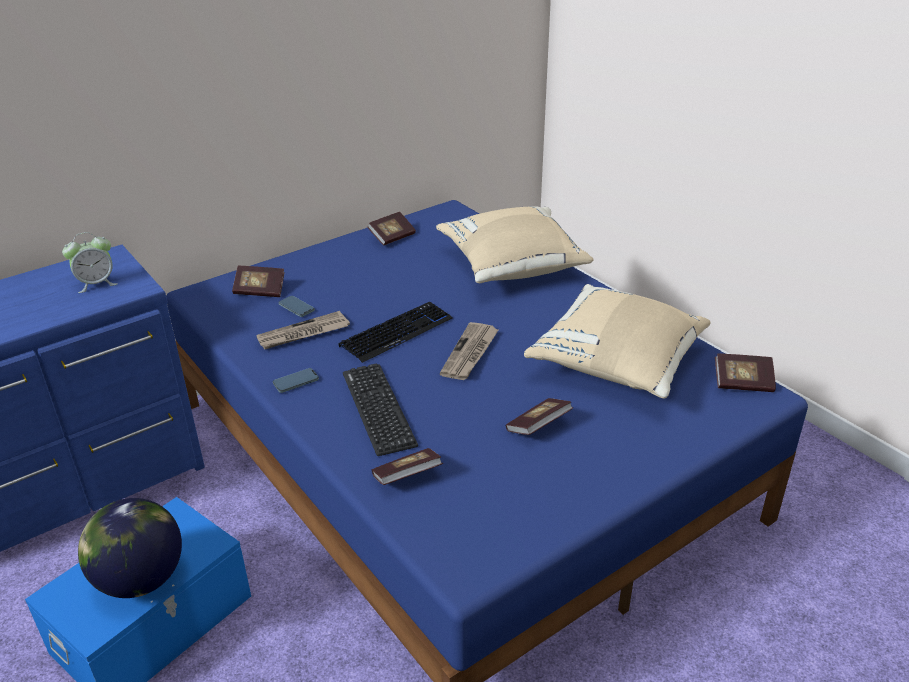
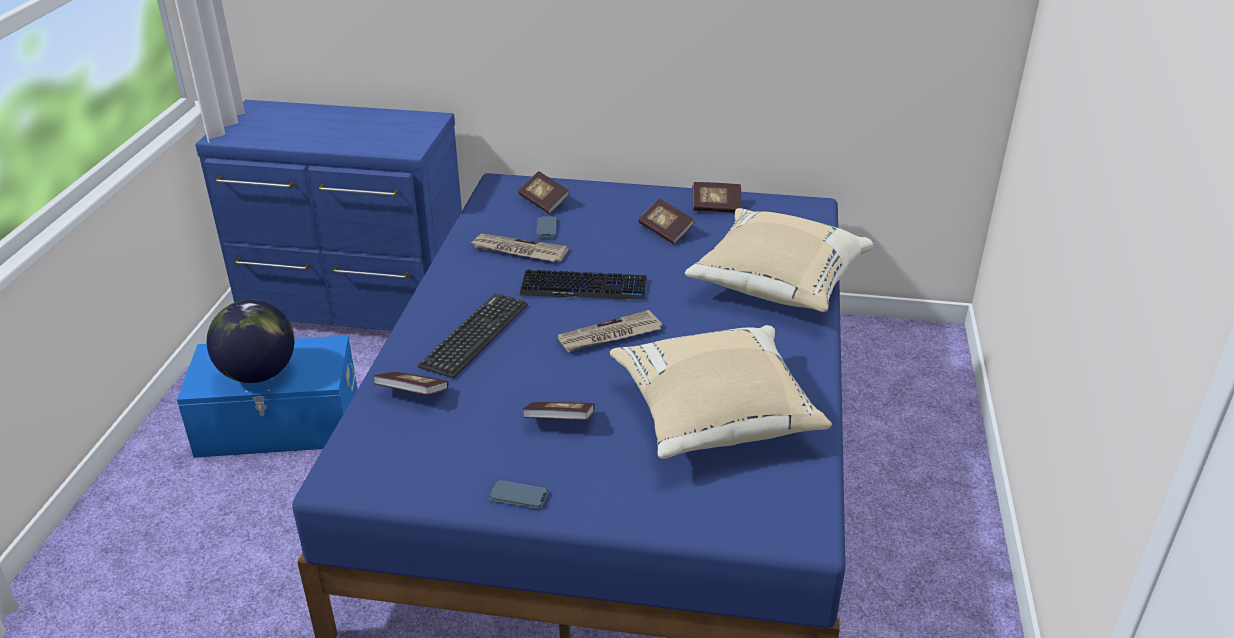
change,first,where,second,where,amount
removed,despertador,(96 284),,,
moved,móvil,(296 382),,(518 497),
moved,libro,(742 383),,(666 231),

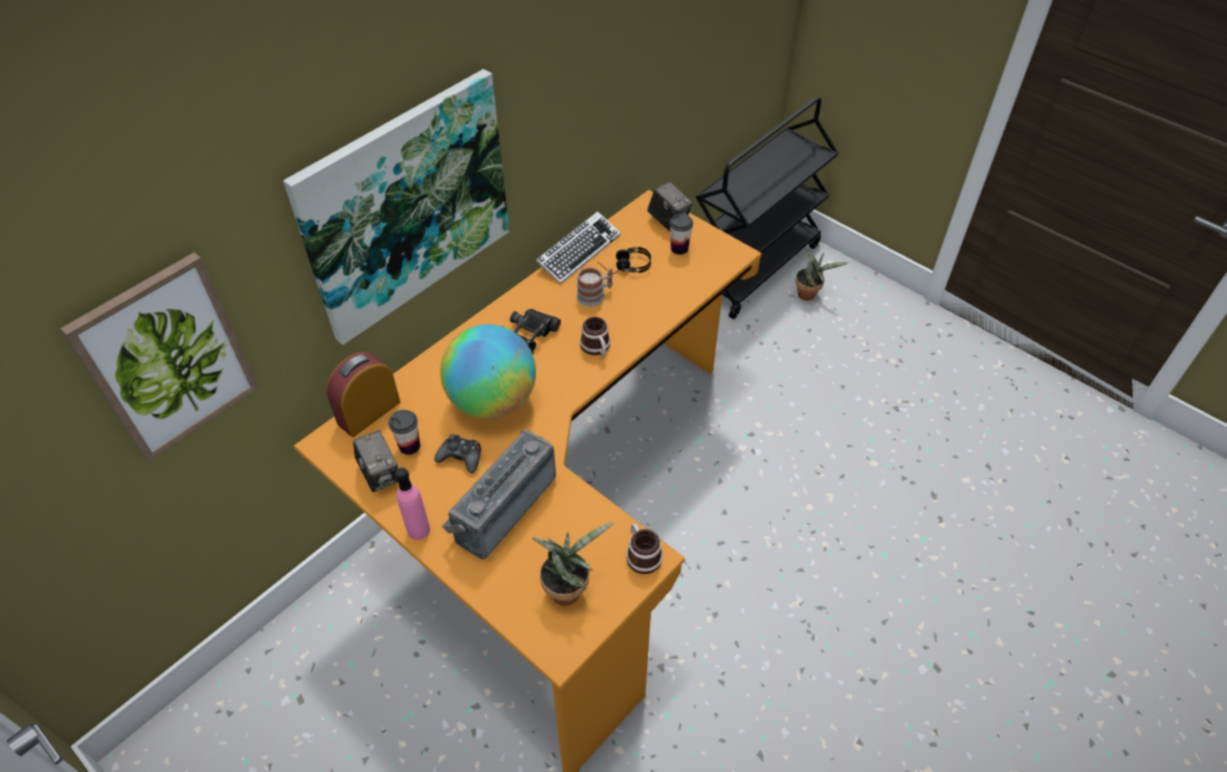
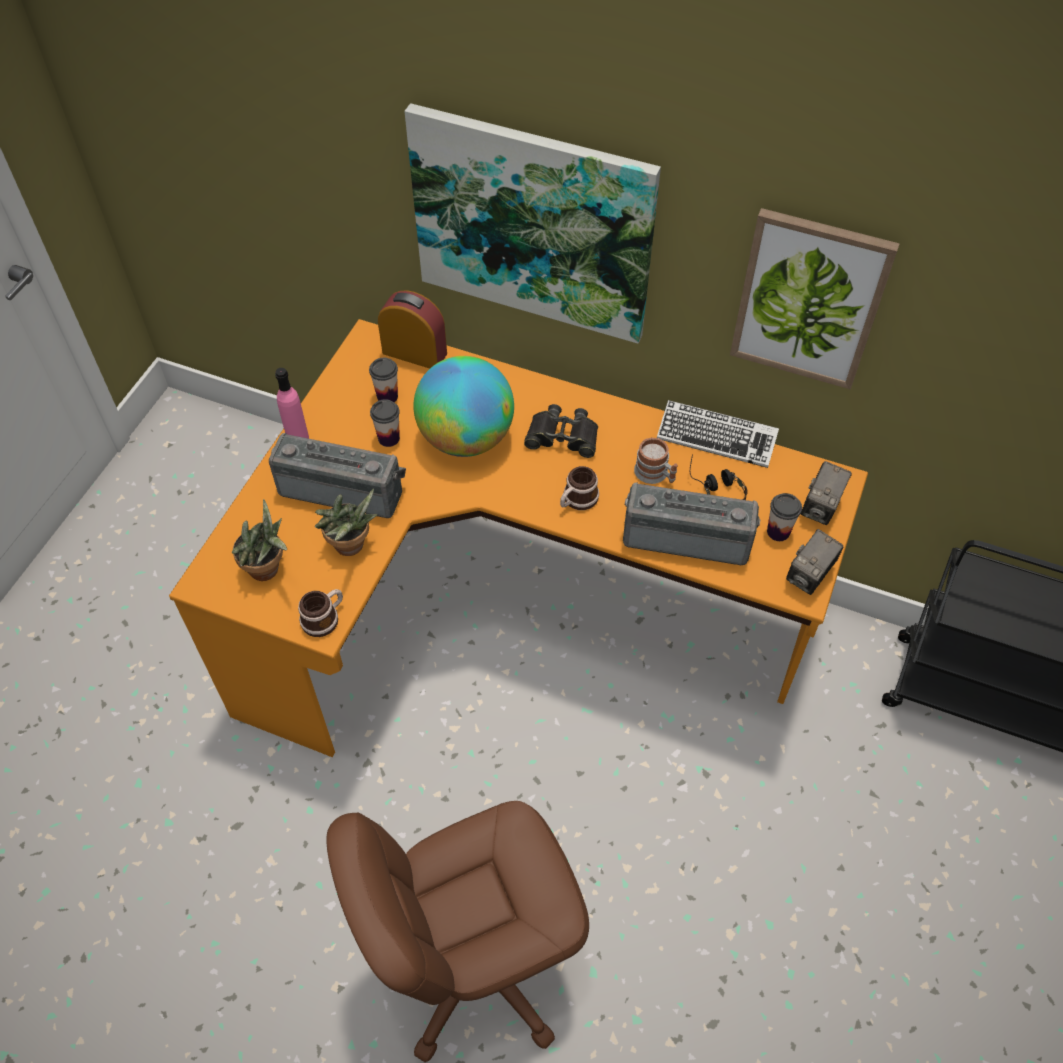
change,first,where,second,where,amount
moved,cuadro,(167 358),,(809 299),
moved,cámara,(380 474),,(809 576),
replaced,mando de consola [negro],(461 457),taza,(389 438),
moved,planta en maceta,(809 294),,(351 548),
added,,,silla de oficina [marrón],(477 961),
added,,,radio,(687 536),

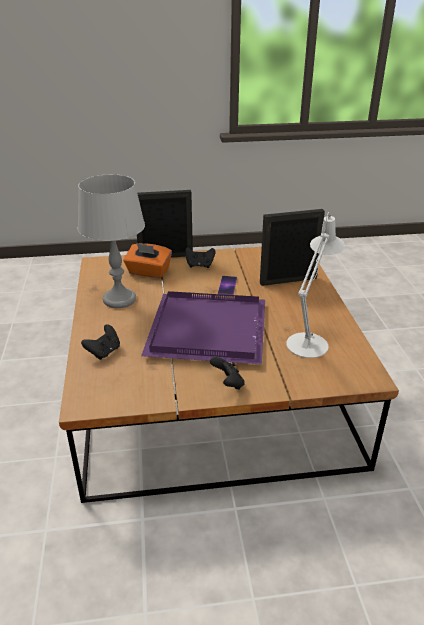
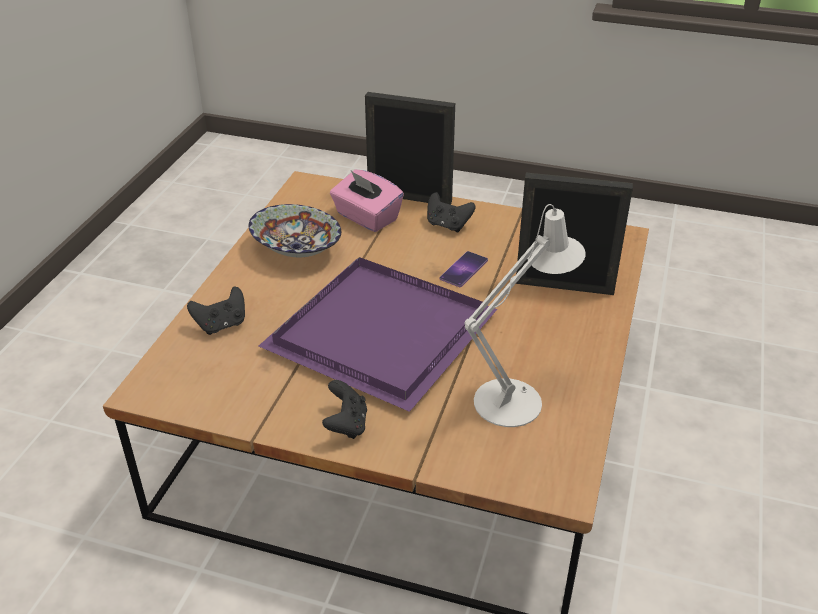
change,first,where,second,where,amount
replaced,lámpara de mesa [gris],(119 299),cuenco,(296 251),
recoloured,caja de pañuelos [naranja],(148 272),caja de pañuelos [rosa],(366 217),

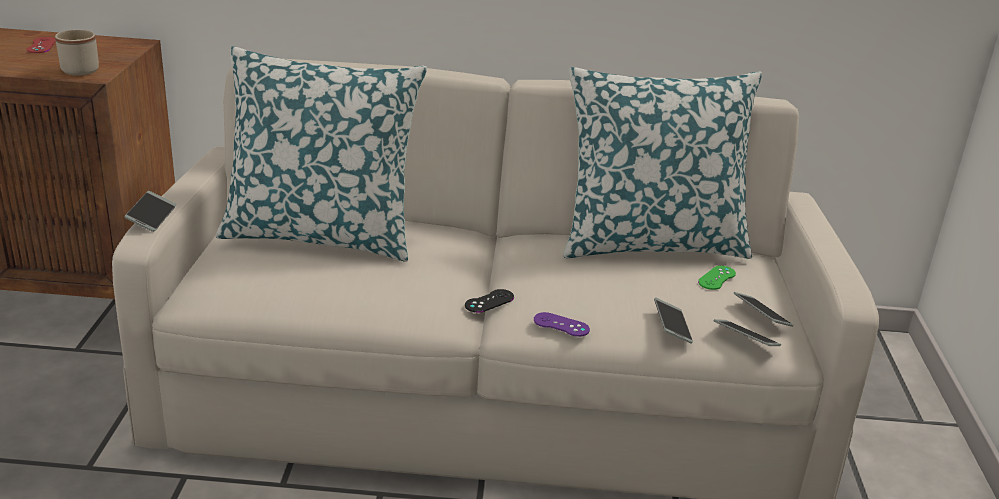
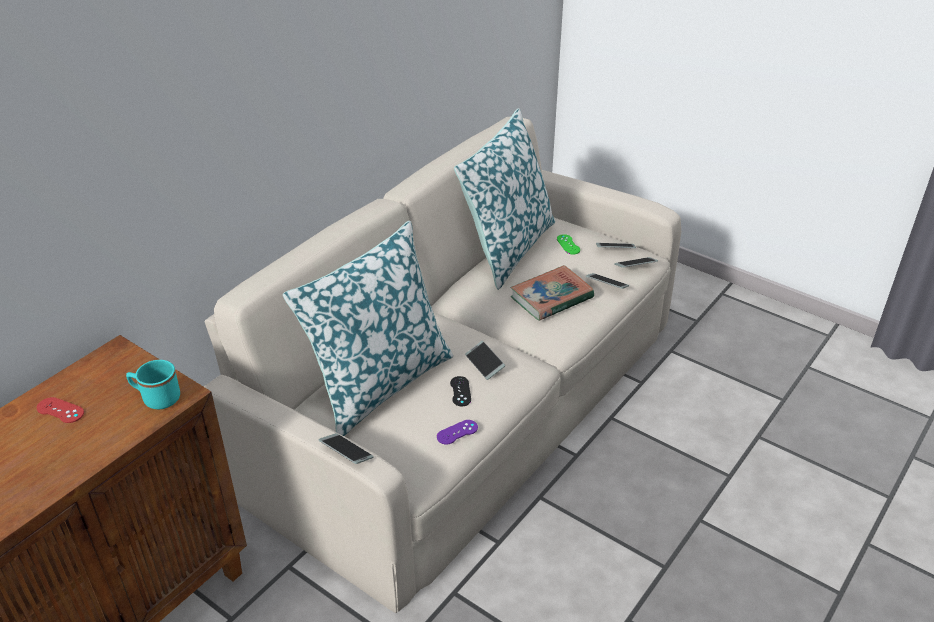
change,first,where,second,where,amount
recoloured,taza grande [beis],(79 69),taza grande [turquesa],(156 398),
moved,mando de consola [negro],(489 301),,(460 391),
moved,mando de consola [morado],(561 325),,(457 432),
added,,,móvil,(484 364),
added,,,libro,(551 297),

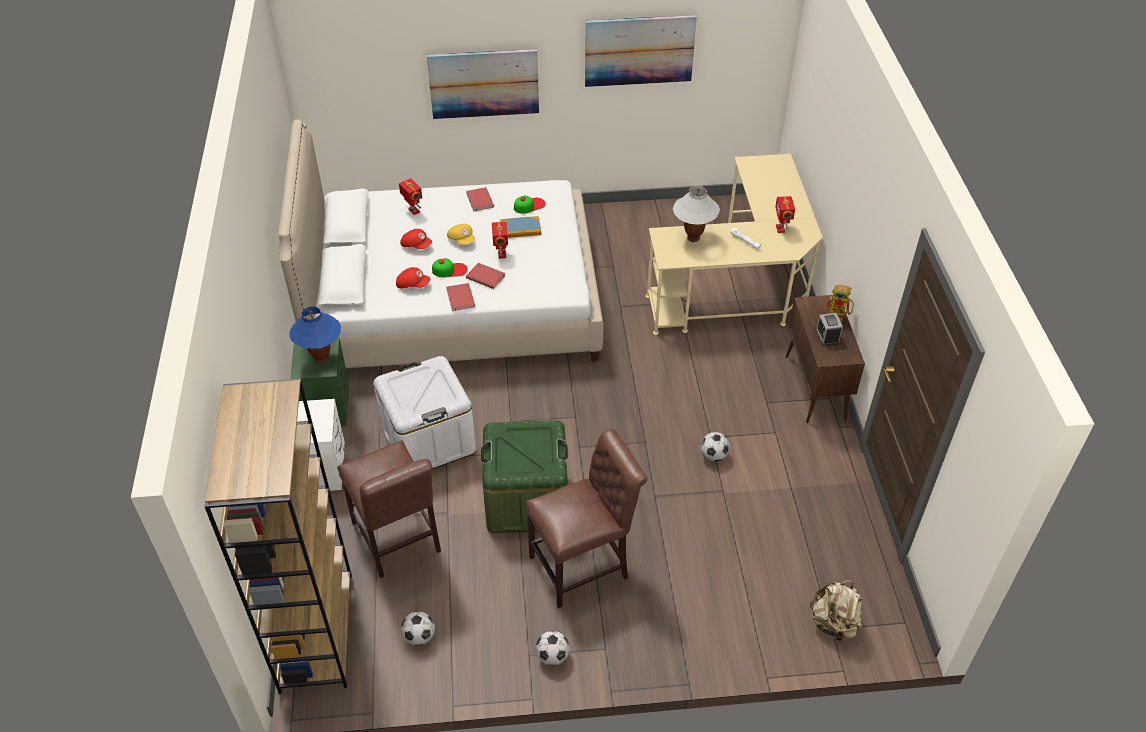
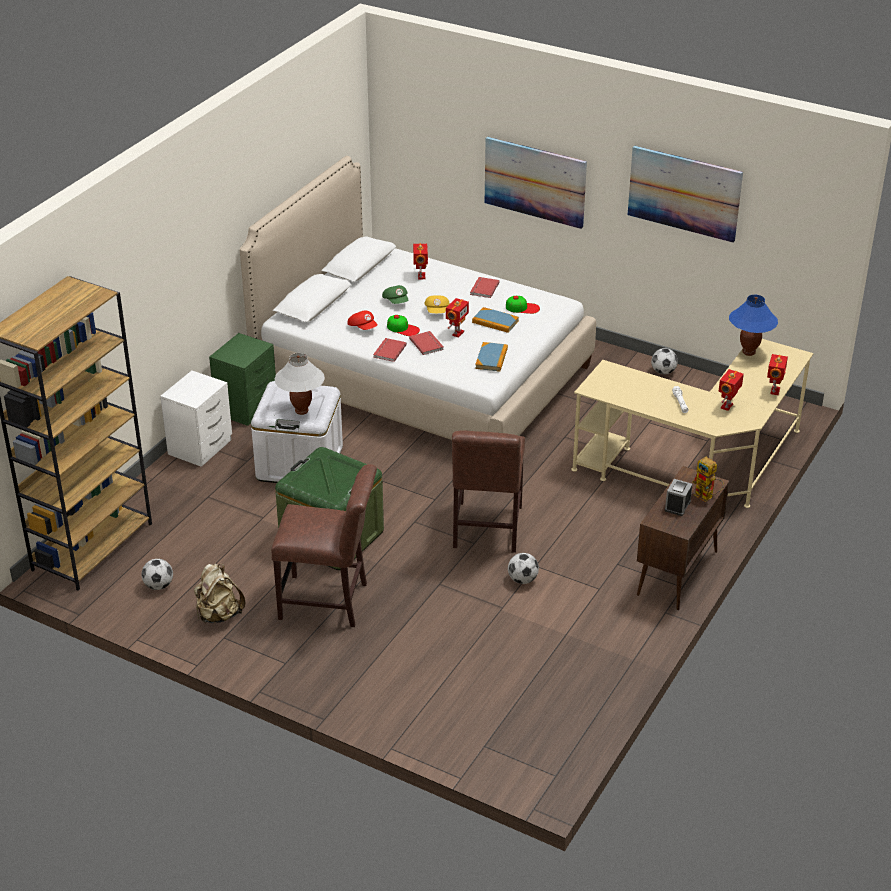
change,first,where,second,where,amount
moved,lámpara de mesa [azul],(322 359),,(749 352),
moved,silla [marrón],(397 541),,(486 530),
recoloured,gorra [rojo],(416 245),gorra [verde],(396 301),
moved,balón de fútbol,(552 656),,(663 372),
moved,lámpara de mesa [blanco],(693 238),,(302 411),
moved,mochila [beis],(834 624),,(219 615),
added,,,libro,(491 358),
added,,,robot de juguete,(774 391),

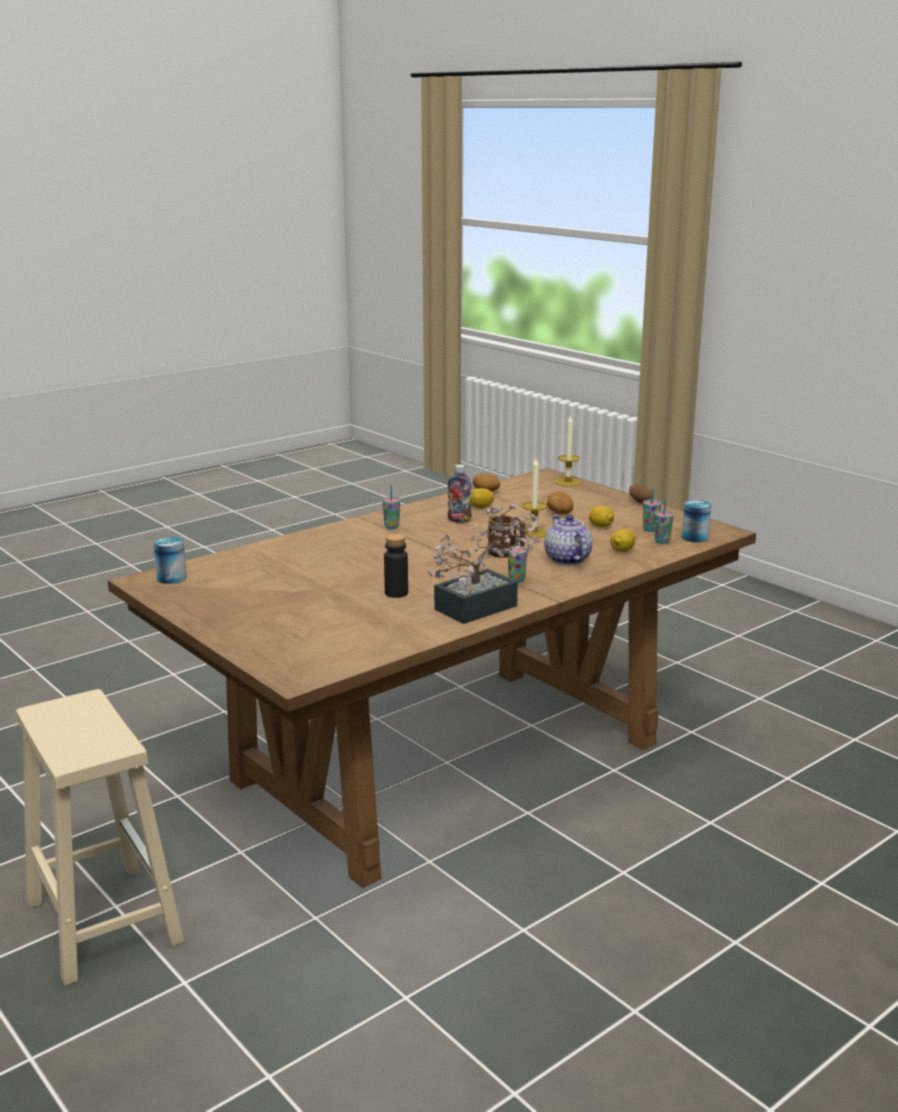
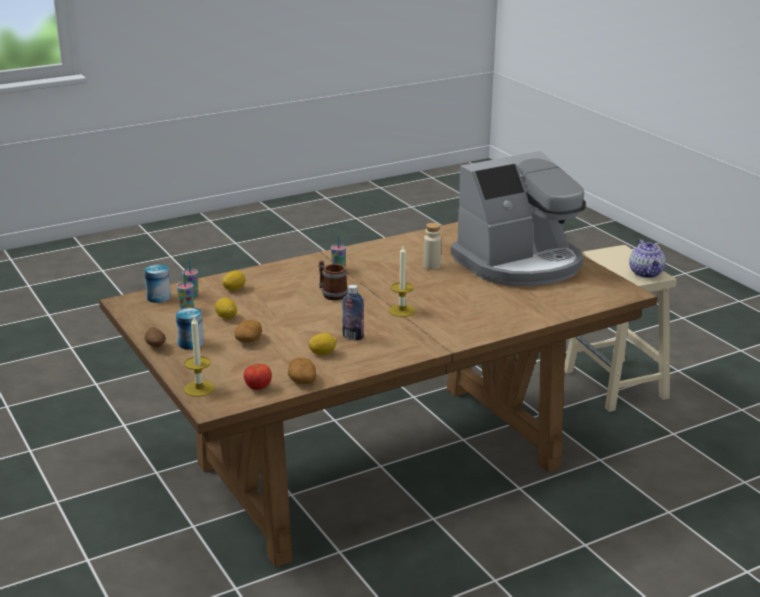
change,first,where,second,where,amount
moved,lata,(171 578),,(191 343),
removed,taza,(391 527),,,
recoloured,botella [negro],(396 593),botella [beis],(432 266),
removed,planta en maceta,(484 605),,,
moved,vela,(533 533),,(402 311),
moved,tetera,(566 559),,(646 273),
added,,,tomate,(258 388),
added,,,cafetera,(520 264),

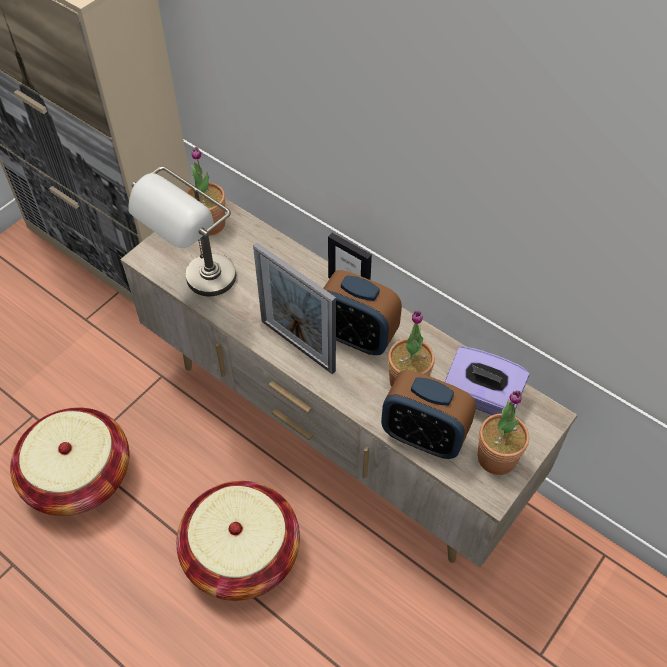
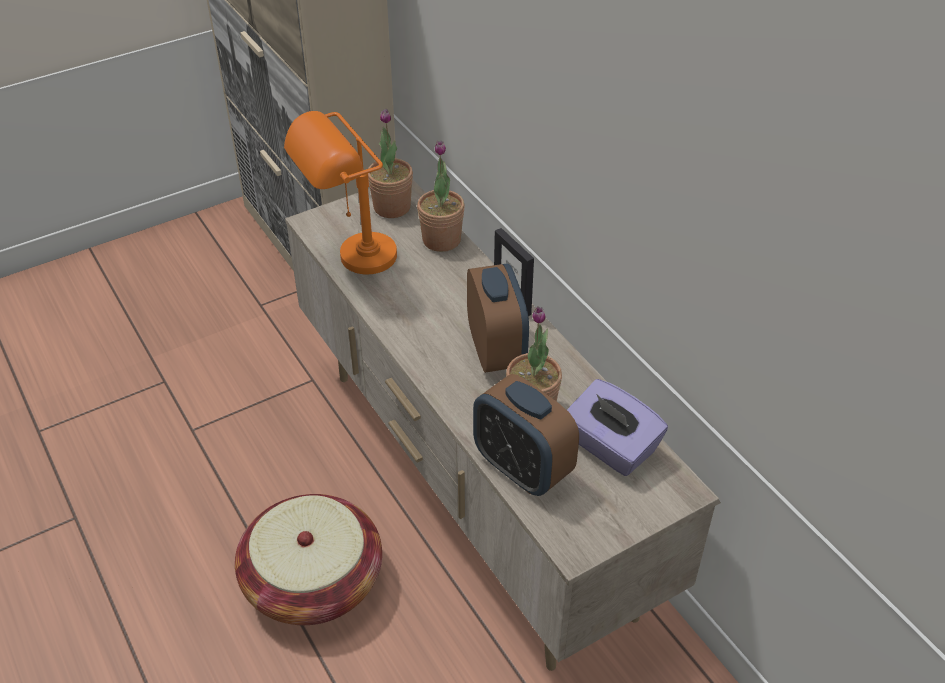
change,first,where,second,where,amount
removed,cesta,(78 476),,,
recoloured,lámpara de mesa [gris],(199 288),lámpara de mesa [naranja],(351 263),
removed,portarretratos,(297 346),,,
turned,despertador,(357 337),,(496 351),150 degrees counterclockwise
moved,planta en maceta,(497 457),,(441 240),

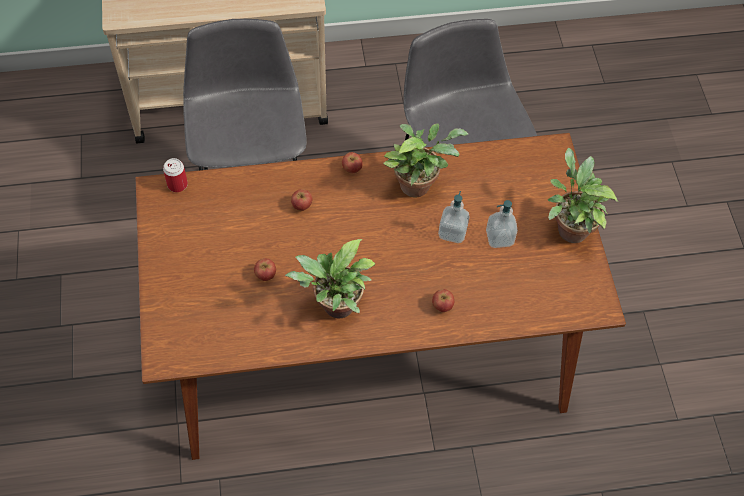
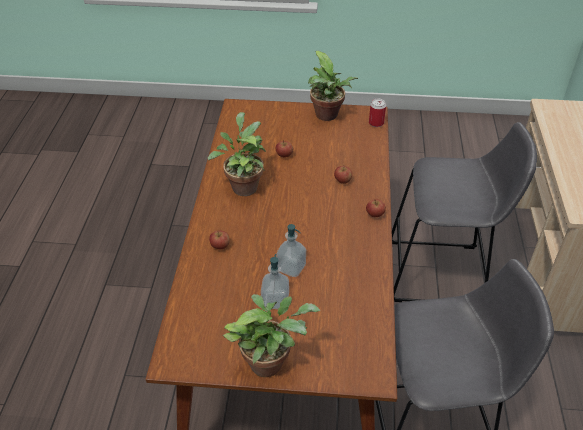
change,first,where,second,where,amount
moved,planta en maceta,(418 183),,(328 116),

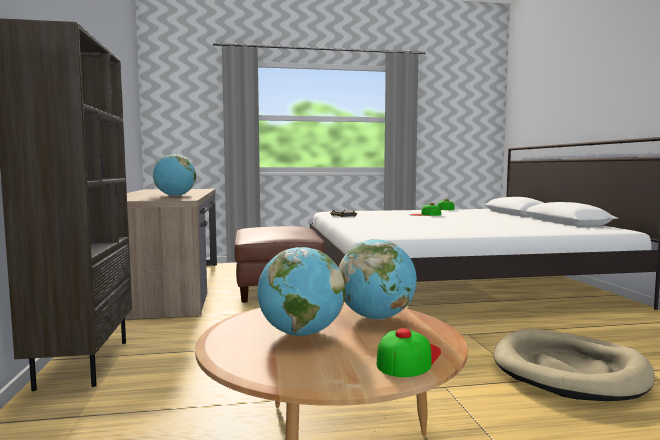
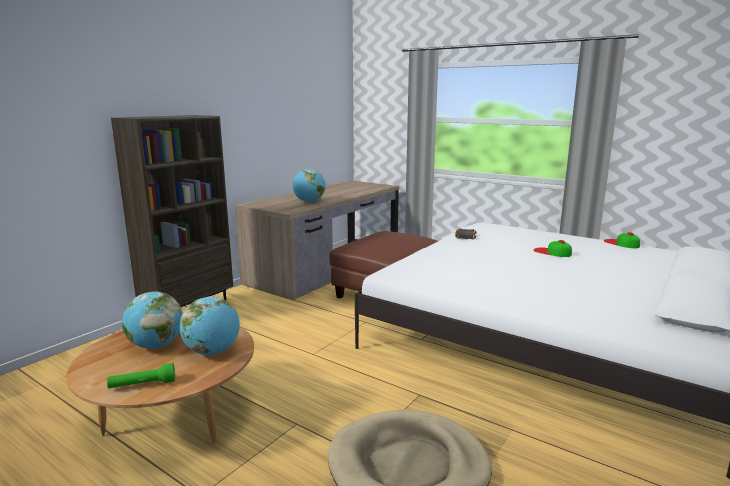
change,first,where,second,where,amount
replaced,gorra,(408 358),linterna [verde],(142 385),

